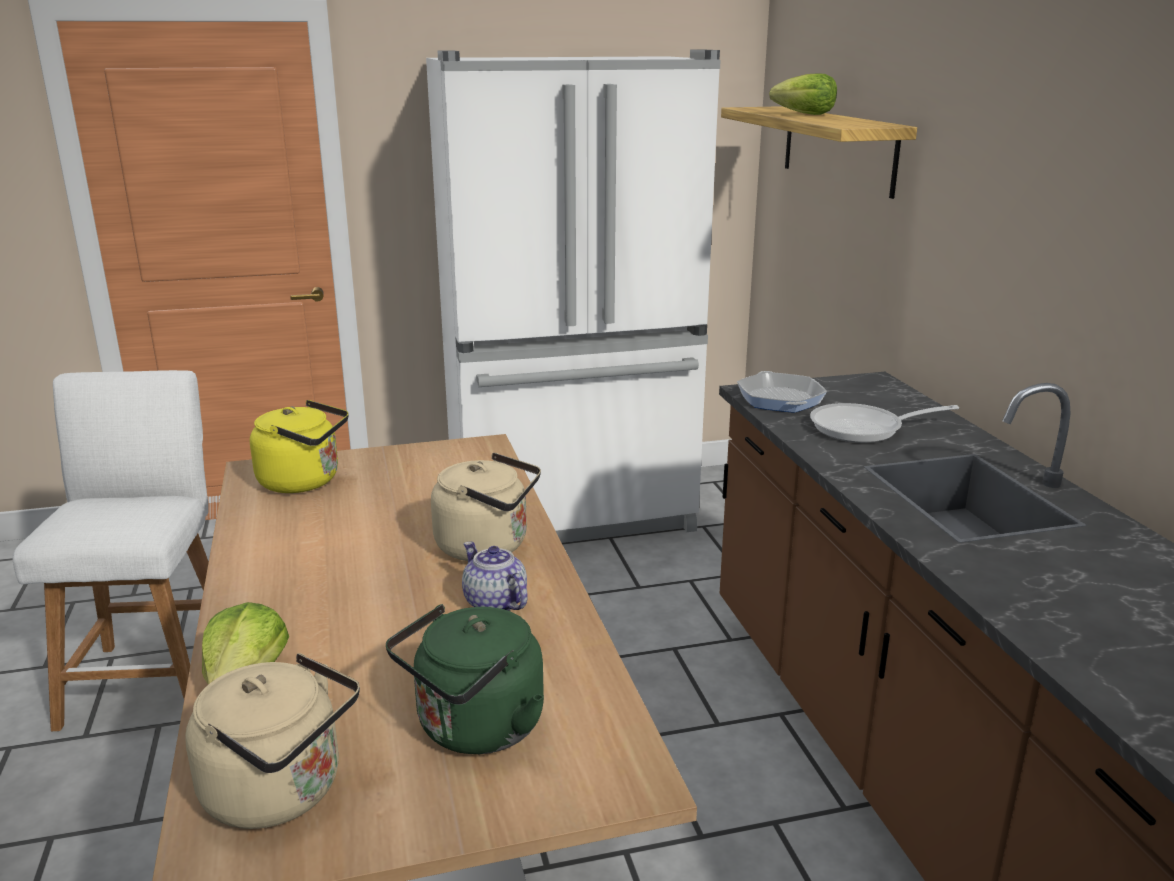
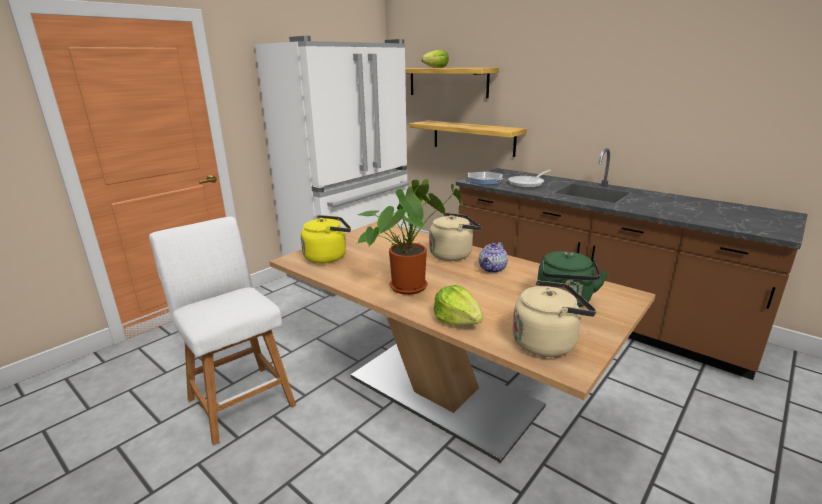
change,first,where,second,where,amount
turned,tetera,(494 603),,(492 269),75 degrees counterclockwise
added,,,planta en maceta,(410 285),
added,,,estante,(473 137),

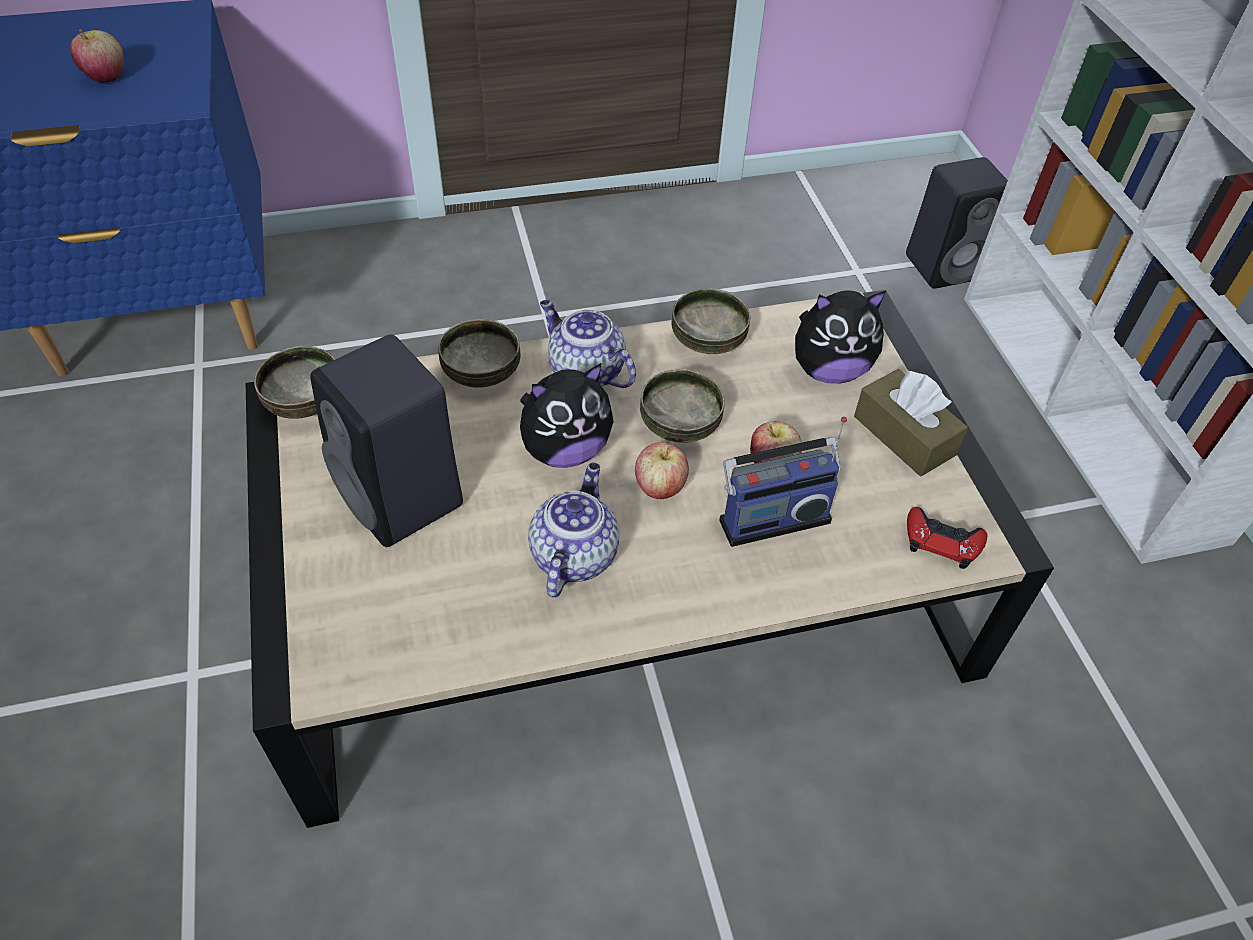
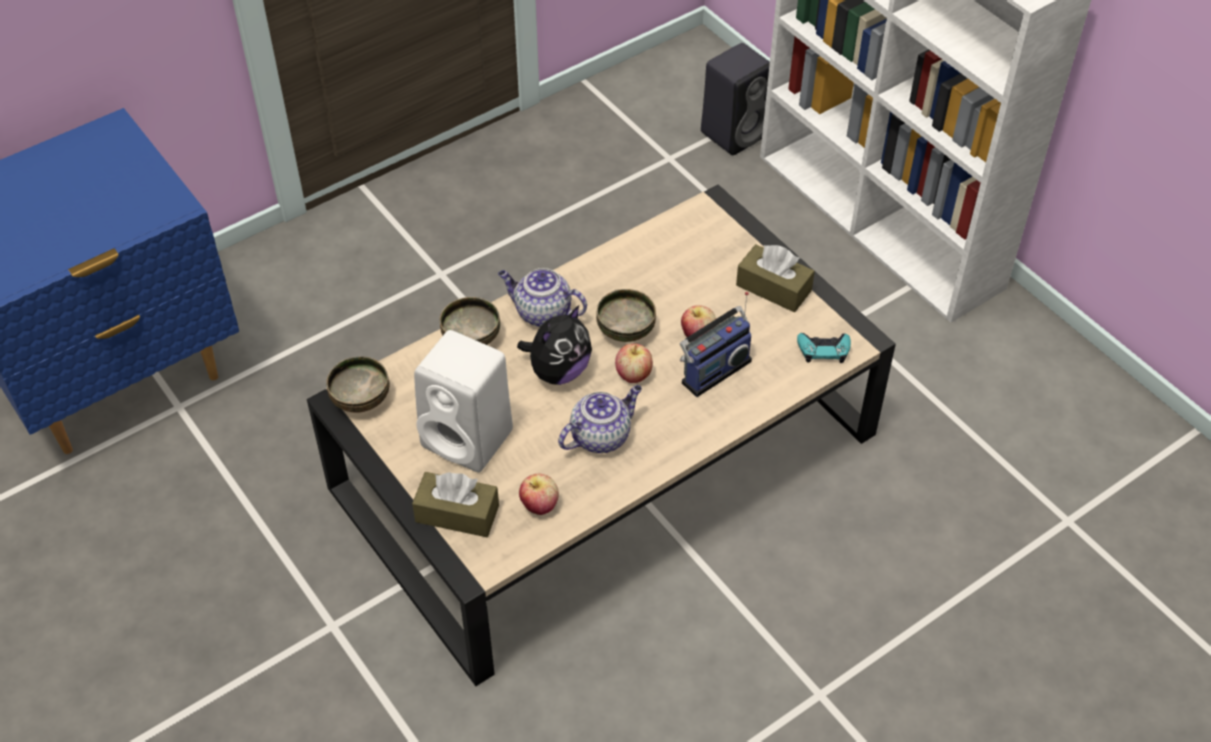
change,first,where,second,where,amount
moved,manzana,(106 77),,(539 505),
recoloured,altavoz [negro],(403 499),altavoz [blanco],(470 439),
turned,tetera,(573 554),,(601 436),60 degrees clockwise
removed,cuenco,(708 341),,,
removed,peluche,(829 370),,,
recoloured,mando de consola [rojo],(942 542),mando de consola [turquesa],(823 350),
added,,,caja de pañuelos [marrón],(457 513),

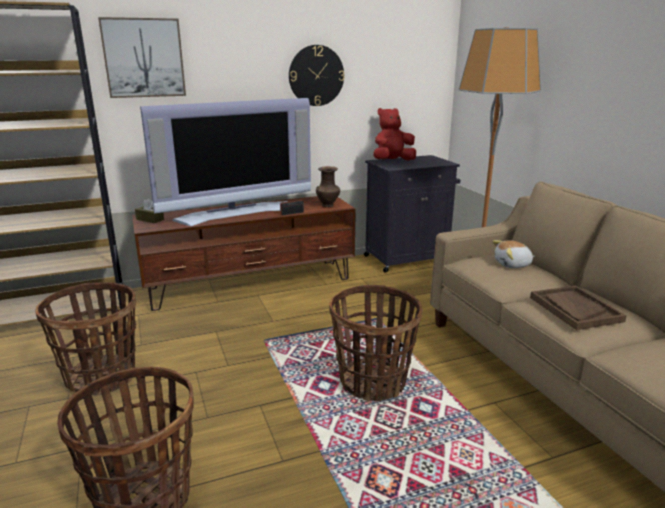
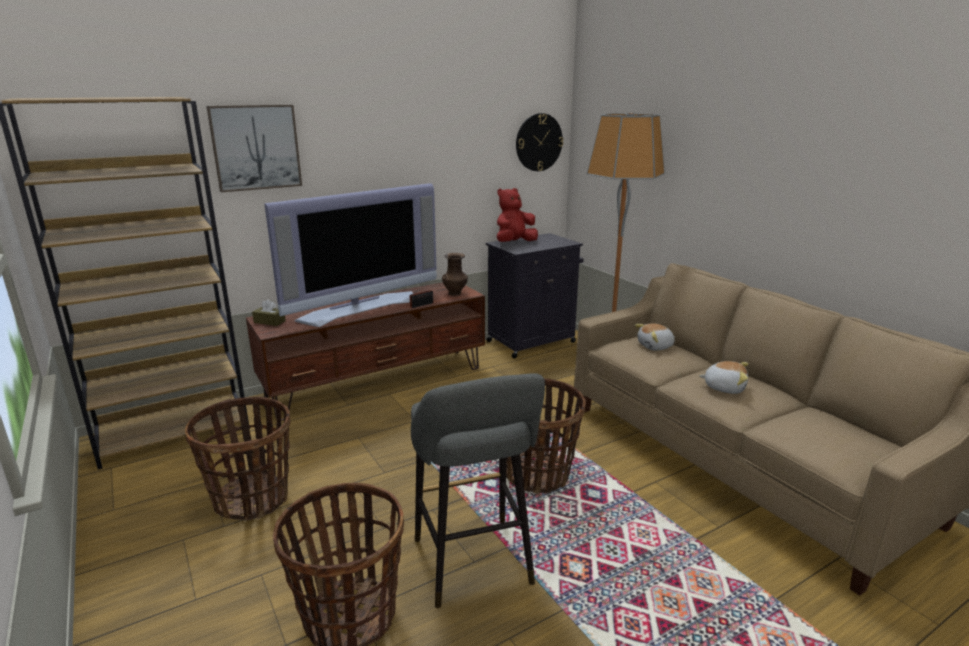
change,first,where,second,where,amount
moved,reloj de pared,(316 75),,(538 142),
replaced,bandeja [marrón],(575 309),peluche,(724 387),
added,,,taburete [gris],(474 566),

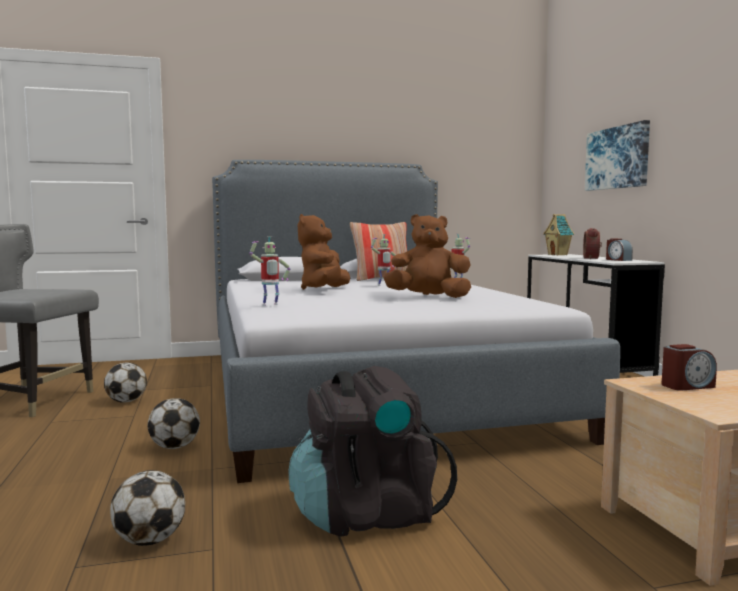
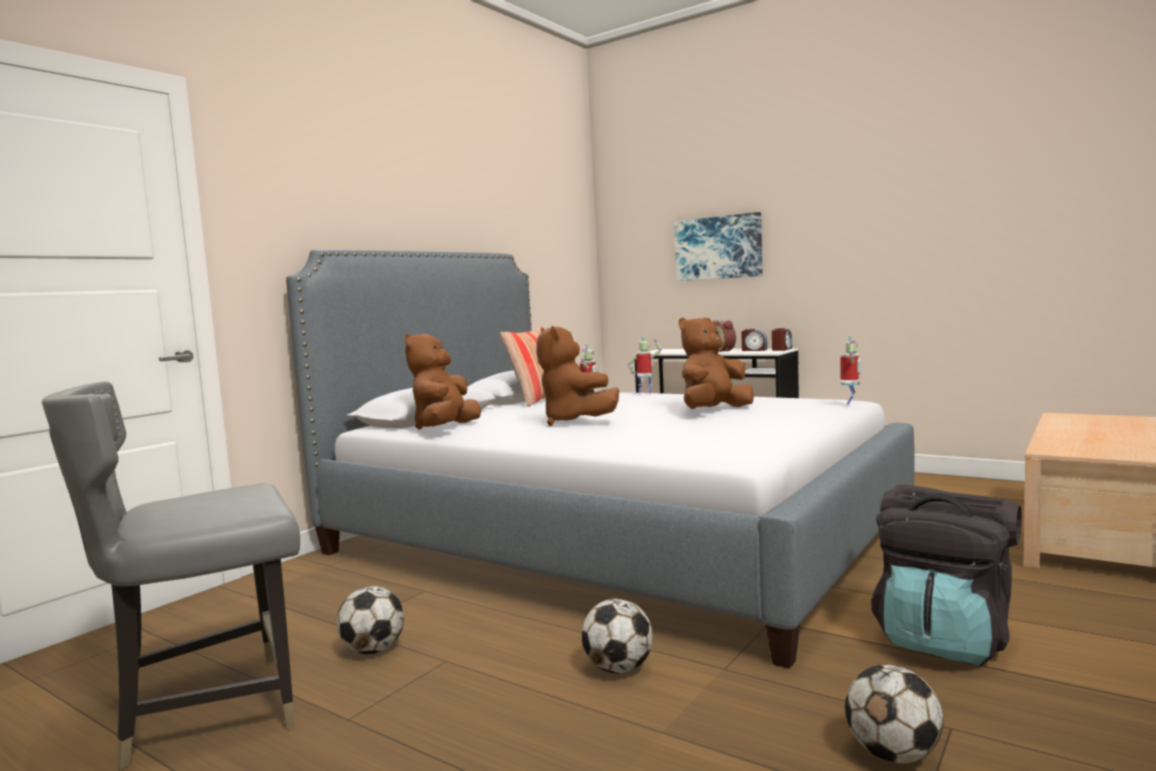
change,first,where,second,where,amount
moved,robot de juguete,(270 305),,(851 406),
removed,casita,(558 255),,,
moved,despertador,(687 386),,(781 349),
added,,,peluche [marrón],(445 429),

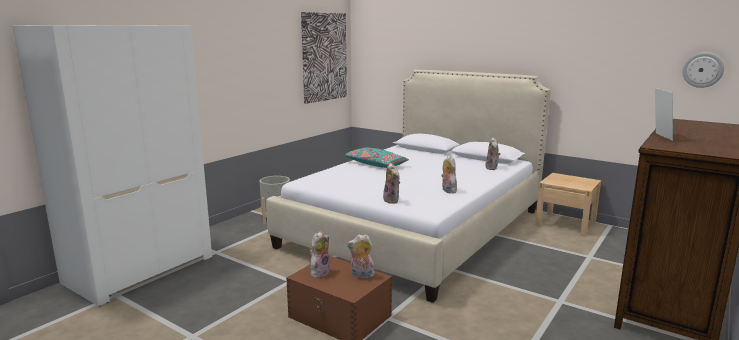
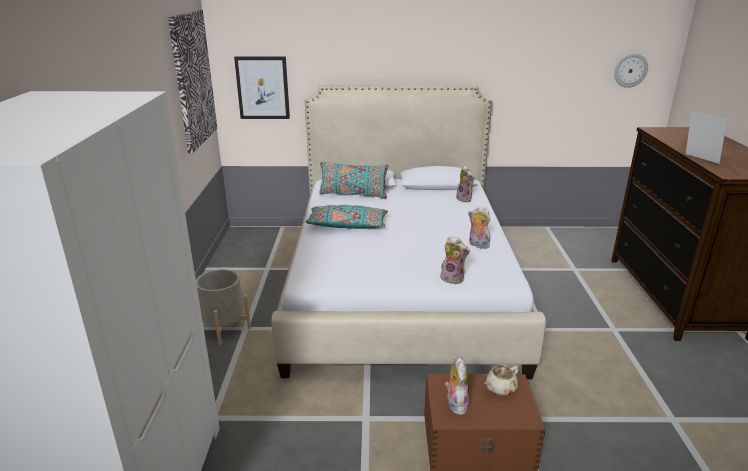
change,first,where,second,where,amount
replaced,peluche,(361 276),tetera [beis],(500 388),
removed,mesita de noche [beis],(565 224),,,
added,,,cuadro,(263 88),
added,,,cojín [turquesa],(353 195),

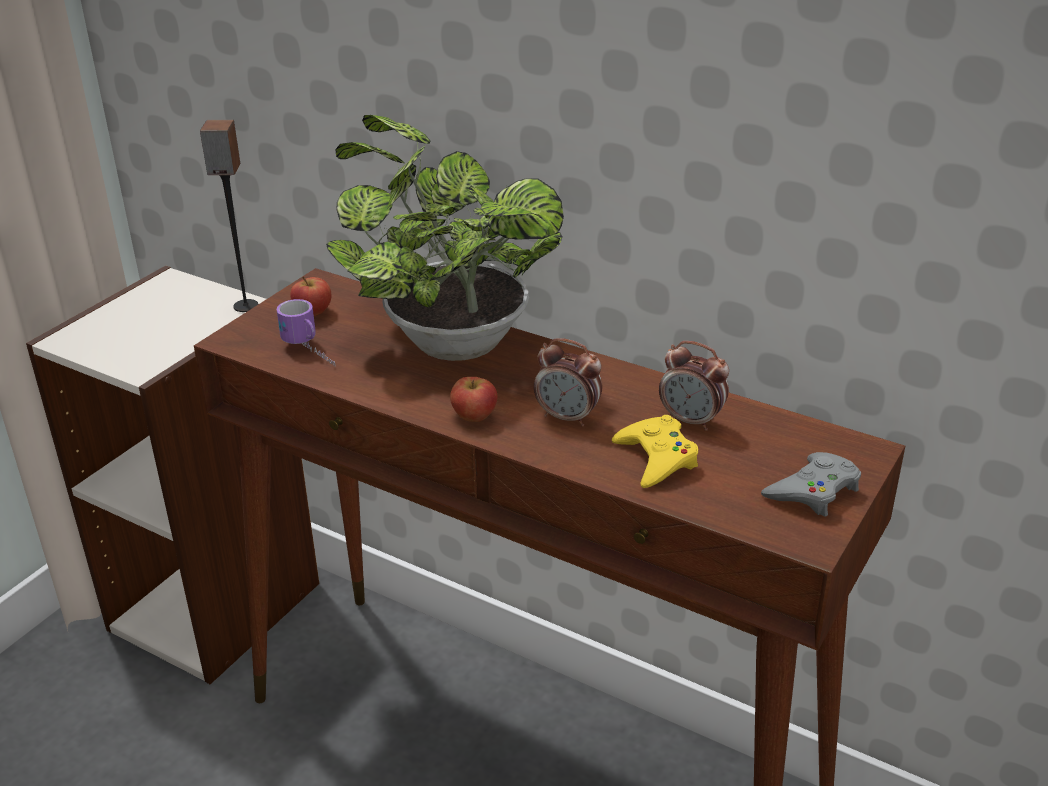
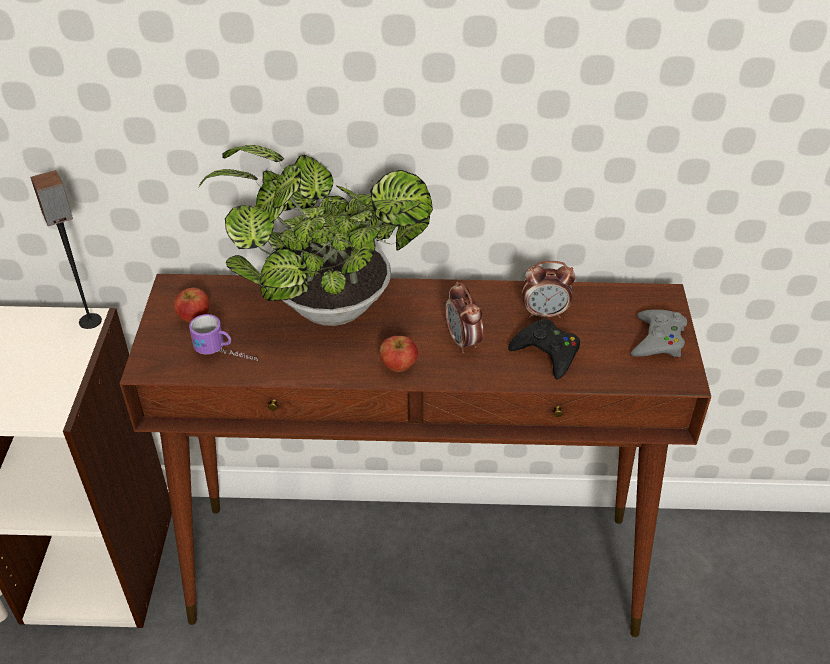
change,first,where,second,where,amount
turned,despertador,(568 417),,(463 341),75 degrees clockwise
recoloured,mando de consola [amarillo],(656 458),mando de consola [negro],(547 352),

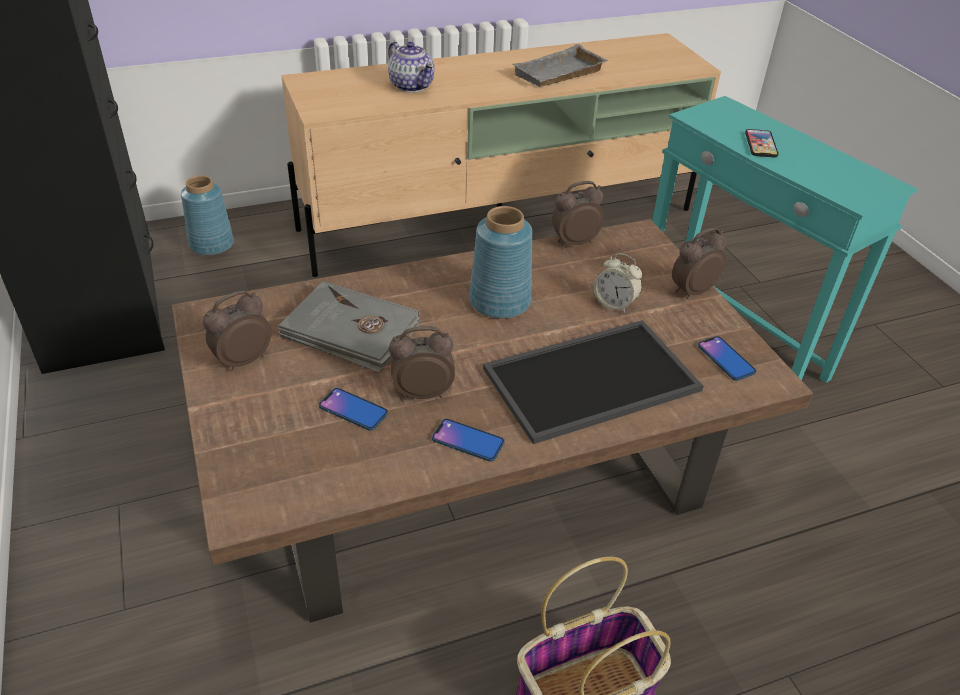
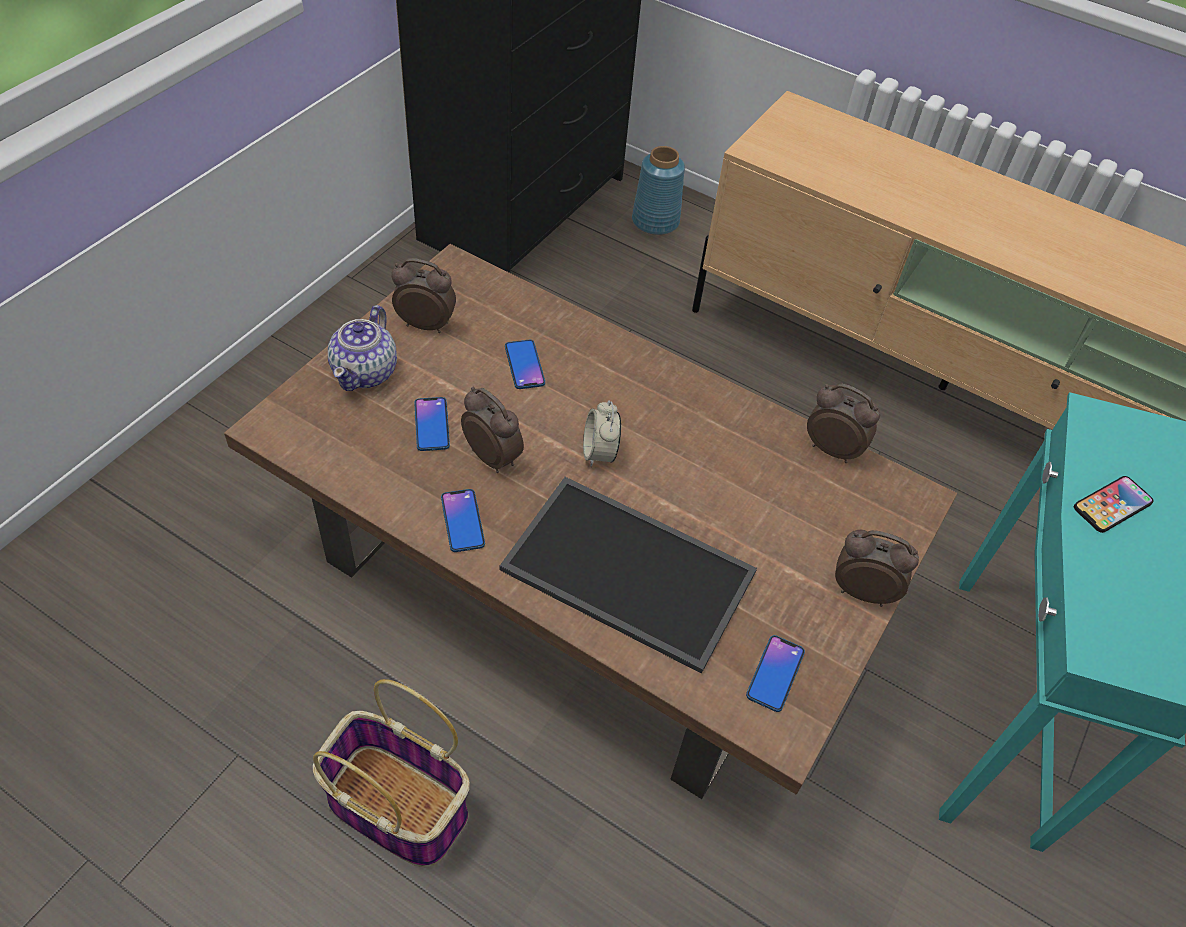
change,first,where,second,where,amount
replaced,libro [gris],(350 331),móvil,(524 365),
moved,tetera,(411 85),,(366 372),
removed,florero [azul],(498 302),,,
removed,bandeja [gris],(559 75),,,
moved,despertador,(614 304),,(599 453),

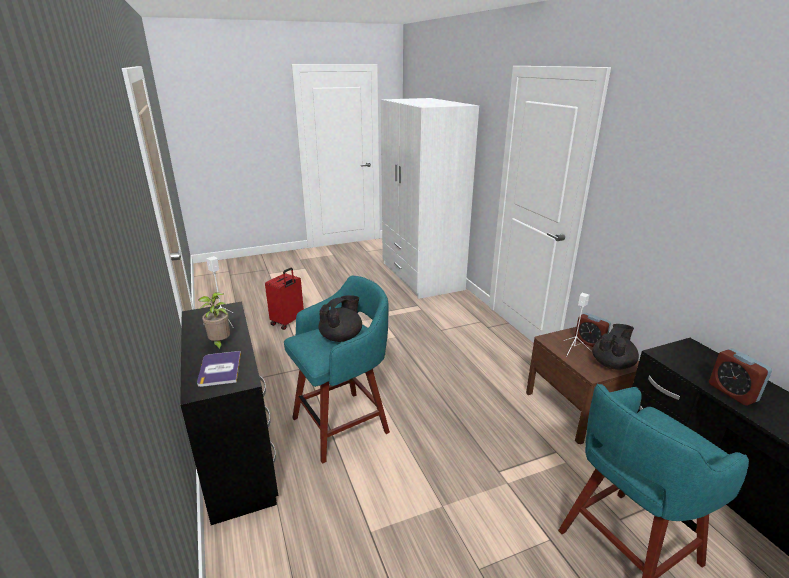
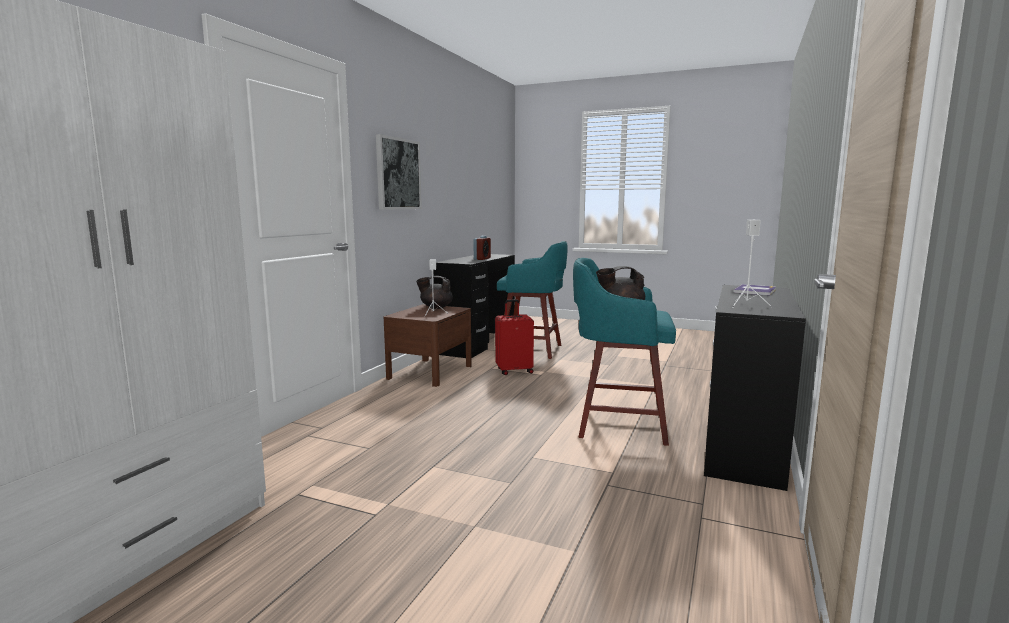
change,first,where,second,where,amount
removed,planta en maceta,(220 344),,,
moved,maleta [rojo],(288 322),,(514 371),
removed,despertador,(589 342),,,
added,,,cuadro,(398 174),

